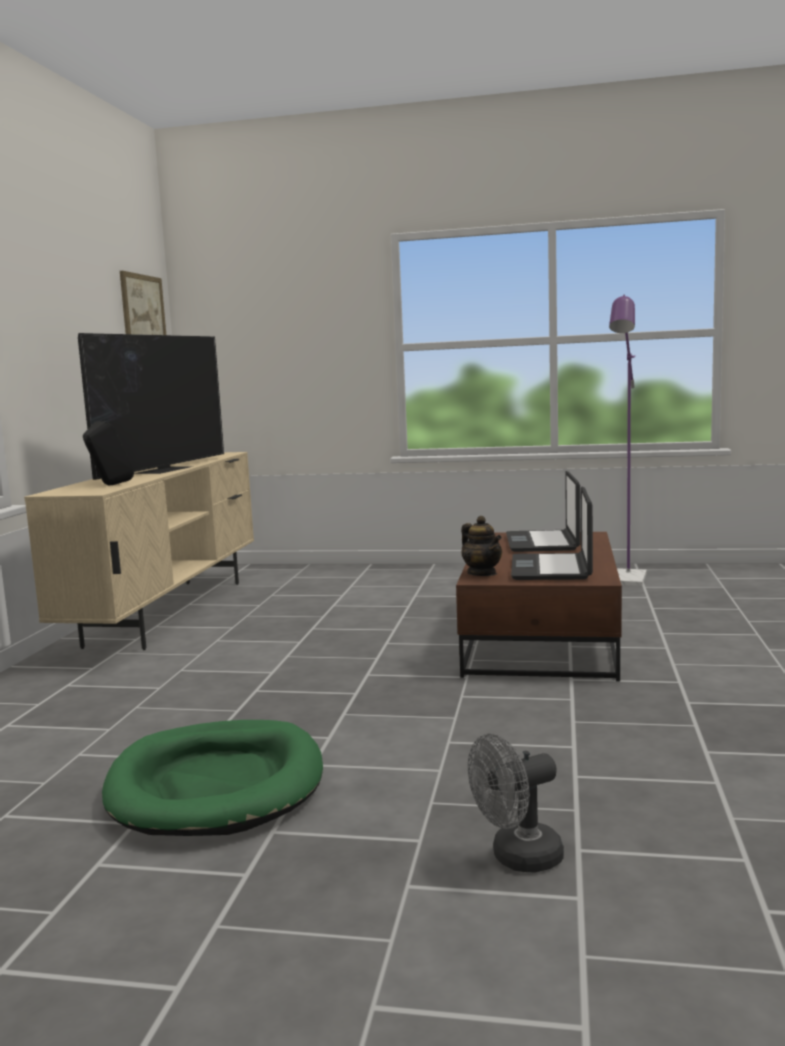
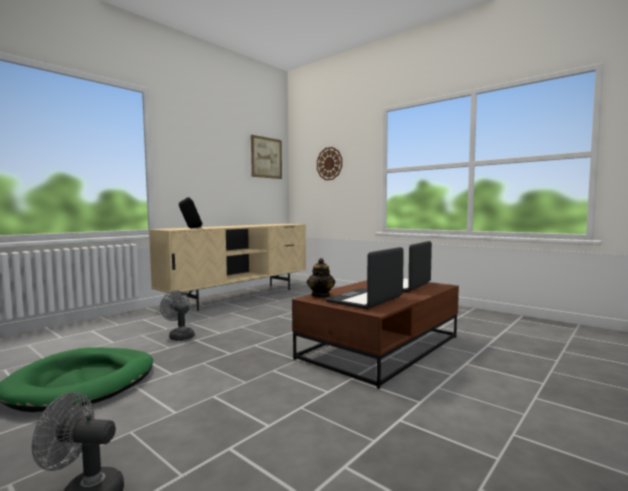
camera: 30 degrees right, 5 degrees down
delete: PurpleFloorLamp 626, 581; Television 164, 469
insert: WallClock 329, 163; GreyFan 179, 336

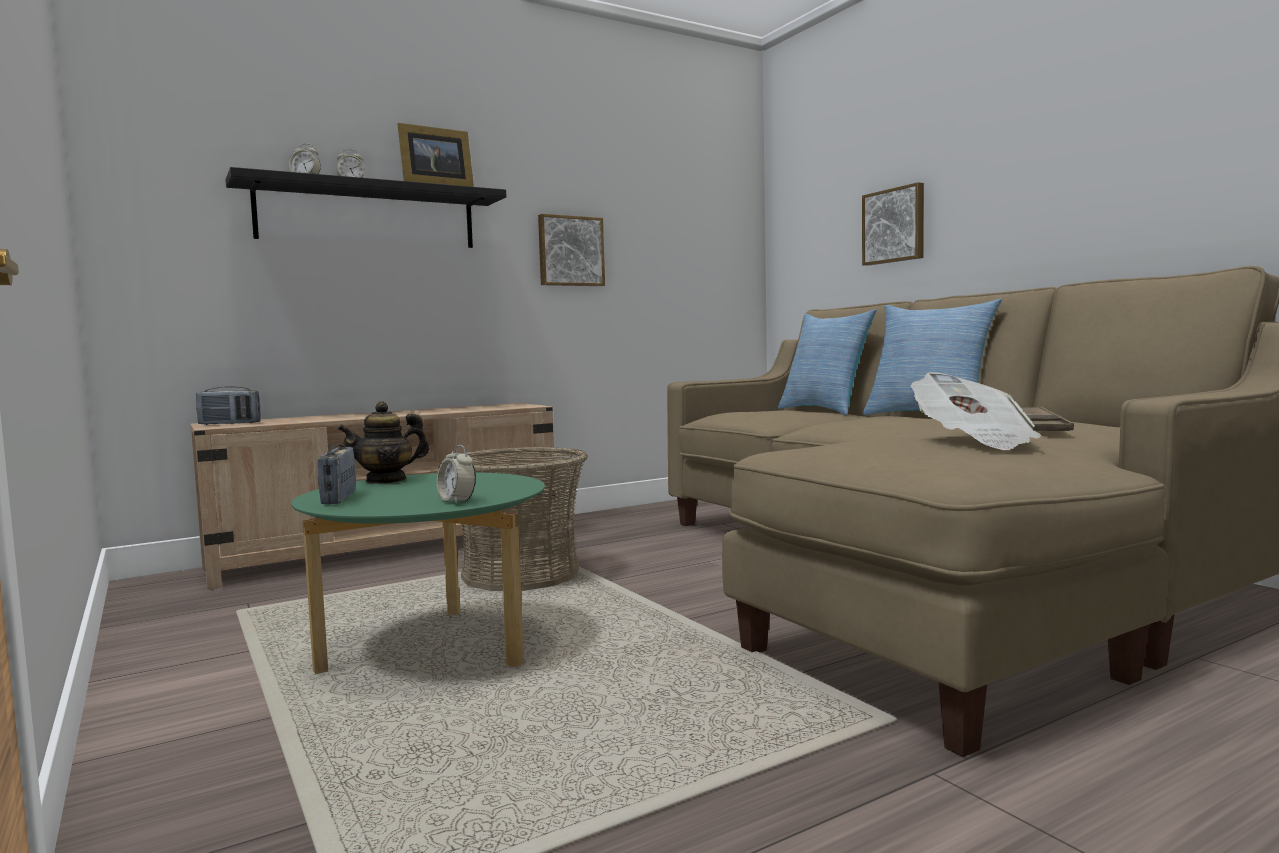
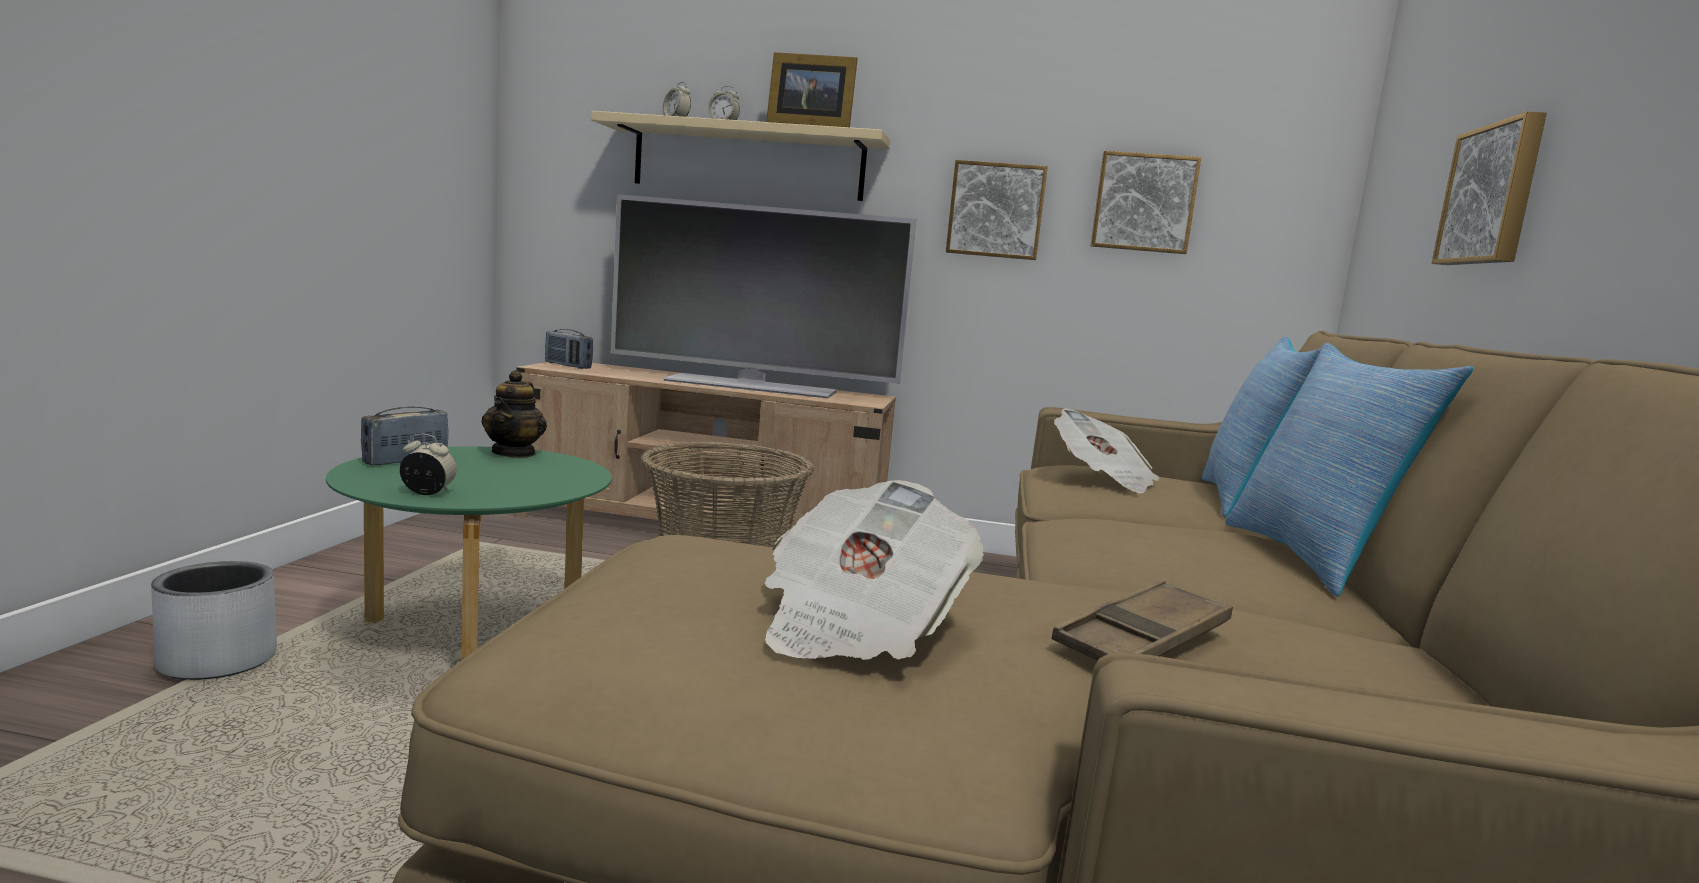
camera: 40 degrees right, 5 degrees up
insert: Picture 1143, 203; Television 751, 386; Newspaper 1103, 479; GreyPlanter 216, 661
recolor: BlackShelf 368, 216 to BeigeShelf 748, 161
rotate: Teapot 386, 480 = 514, 453 105 degrees counterclockwise; AlarmClock 457, 501 = 428, 493 90 degrees clockwise

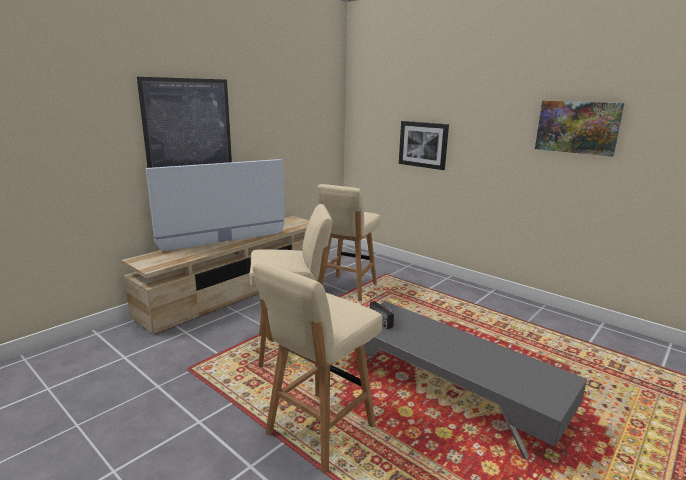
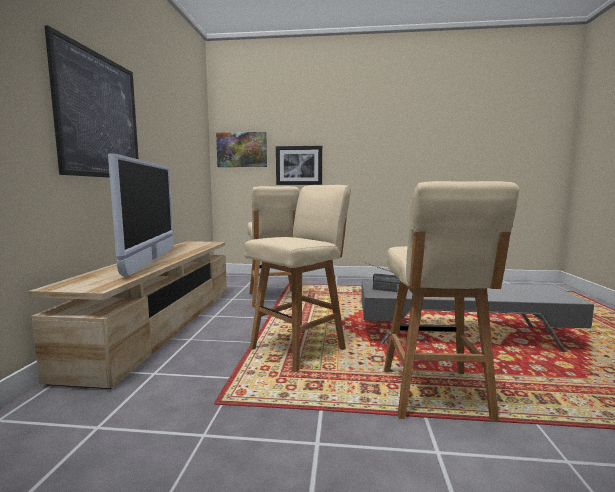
camera: 35 degrees left, 10 degrees down
move: Picture 577, 127 to 242, 150
rotate: Television 224, 241 = 151, 260 150 degrees clockwise

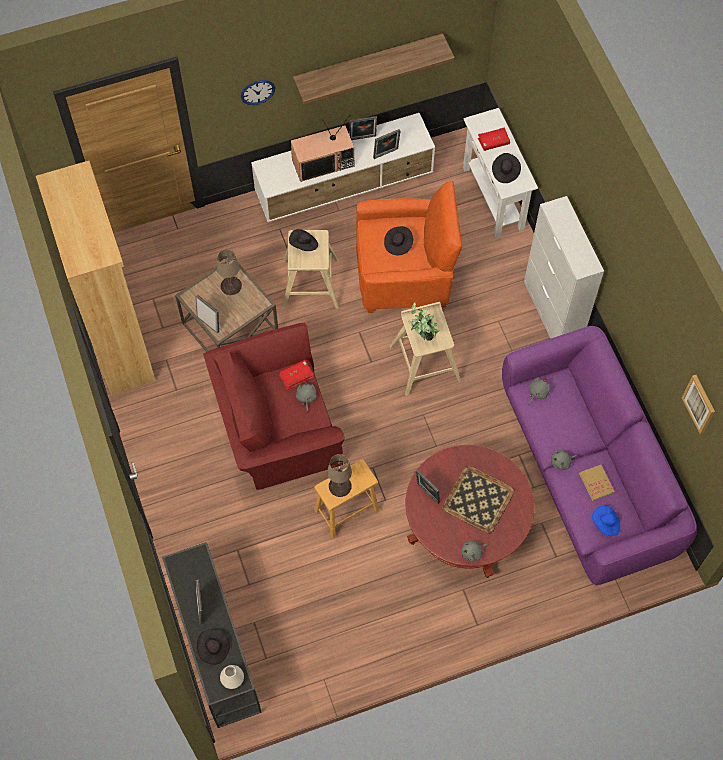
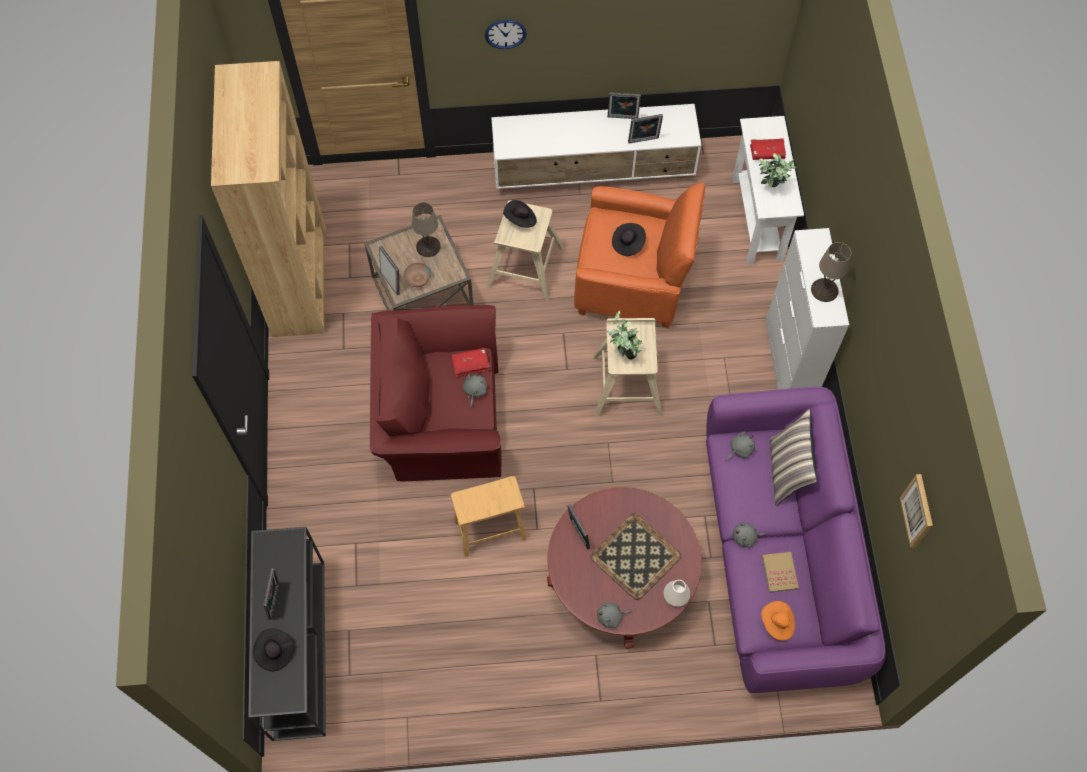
camera: 15 degrees right, 0 degrees up
delete: Shelf 368, 63; Television 323, 162
insert: BrownBowl 417, 278; Pillow 786, 471
move: BeigeTableLamp 340, 486 to 825, 290; WhiteVase 232, 679 to 675, 596
replace: BlackHat 505, 172 to PottedPlant 770, 189
recolor: BlueHat 605, 524 to OrangeHat 777, 623

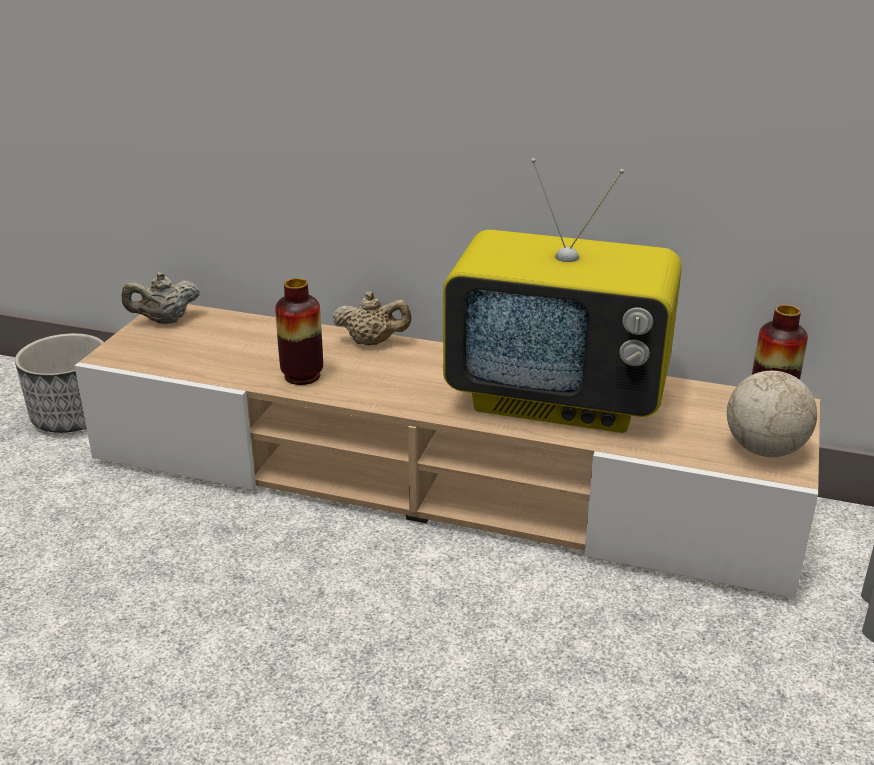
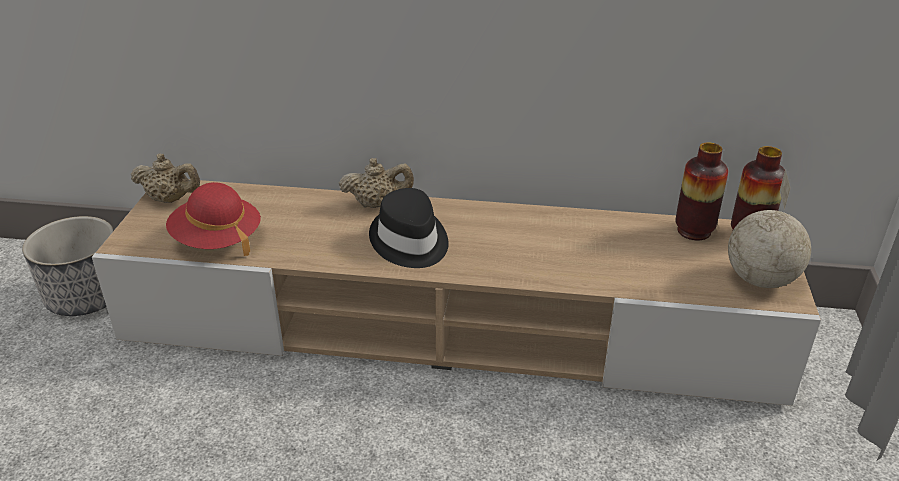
camera: 10 degrees left, 5 degrees up
delete: Television 560, 398
insert: RedHat 217, 240; BlackHat 409, 242
move: Vase 302, 376 to 694, 231
rotate: BeigeTeapot 164, 321 = 170, 199 135 degrees counterclockwise

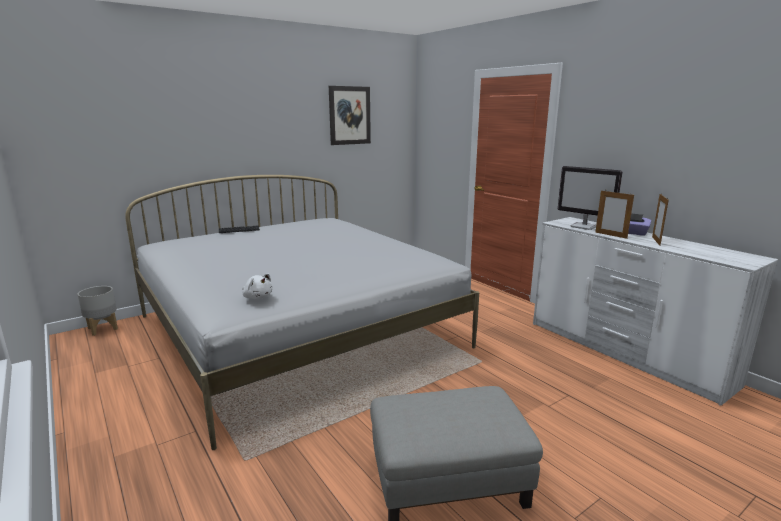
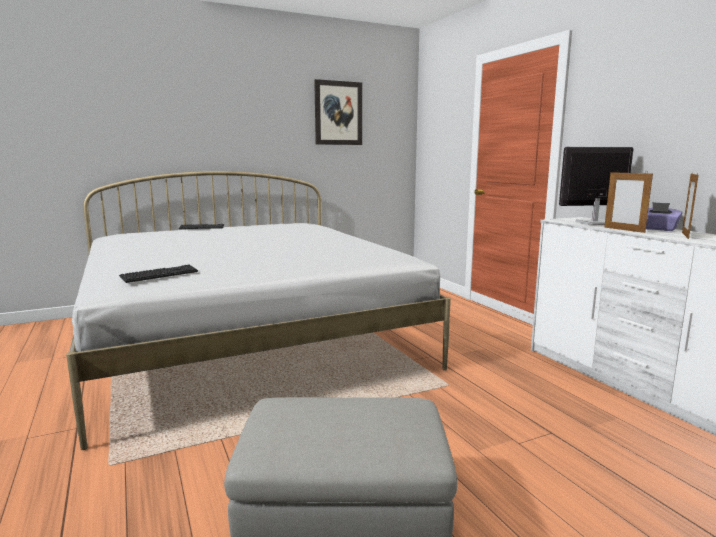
camera: 10 degrees right, 5 degrees down
delete: GreyPlanter 102, 328
replace: WhitePlushToy 257, 297 to Keyboard 159, 275
rotate: Monitor 584, 226 = 593, 223 120 degrees clockwise

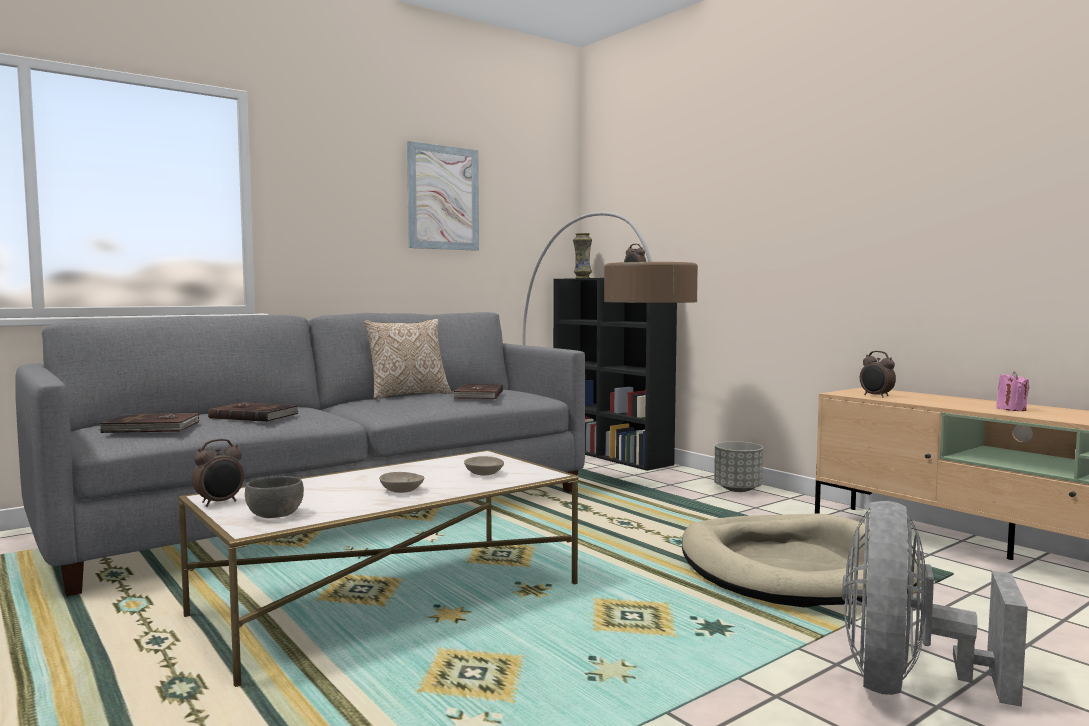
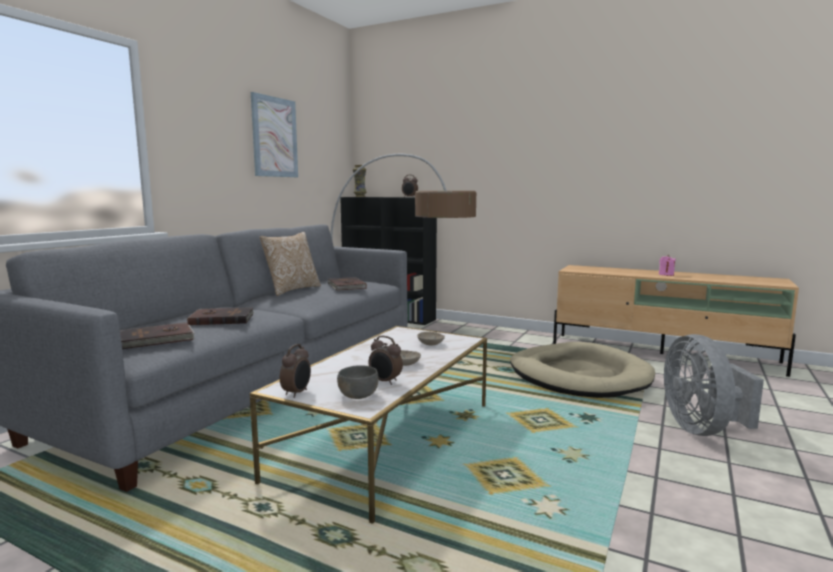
camera: 25 degrees left, 5 degrees up
delete: GreyPlanter 737, 489
move: AlarmClock 876, 396 to 385, 382

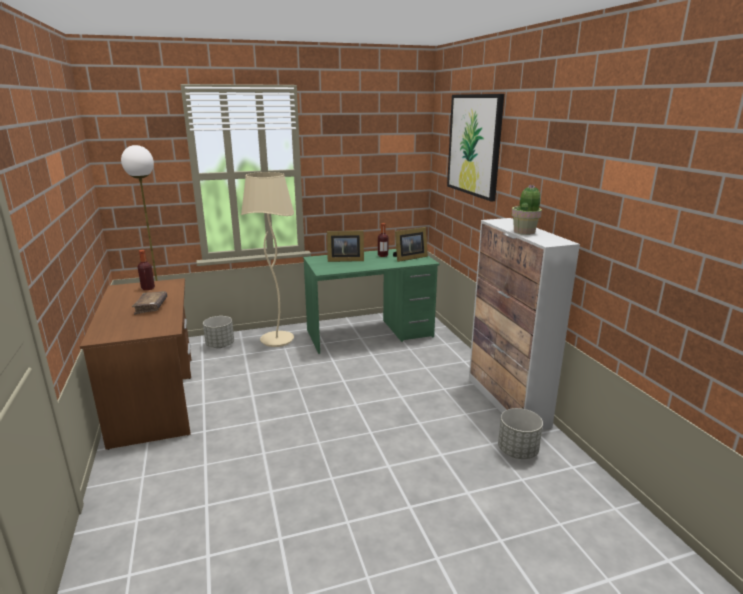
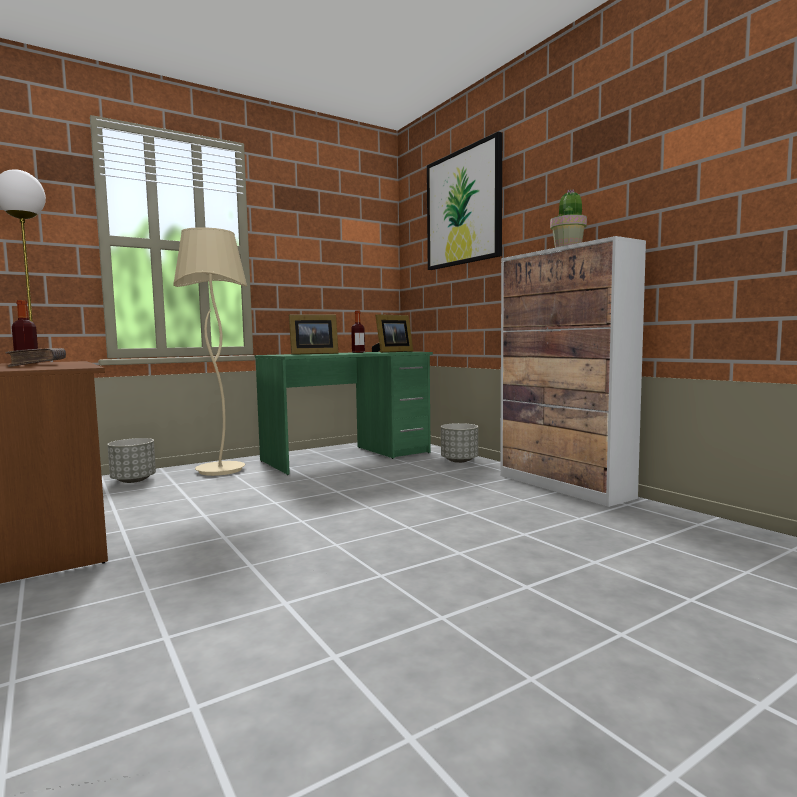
camera: 15 degrees left, 15 degrees down
move: GreyPlanter 517, 451 to 459, 460

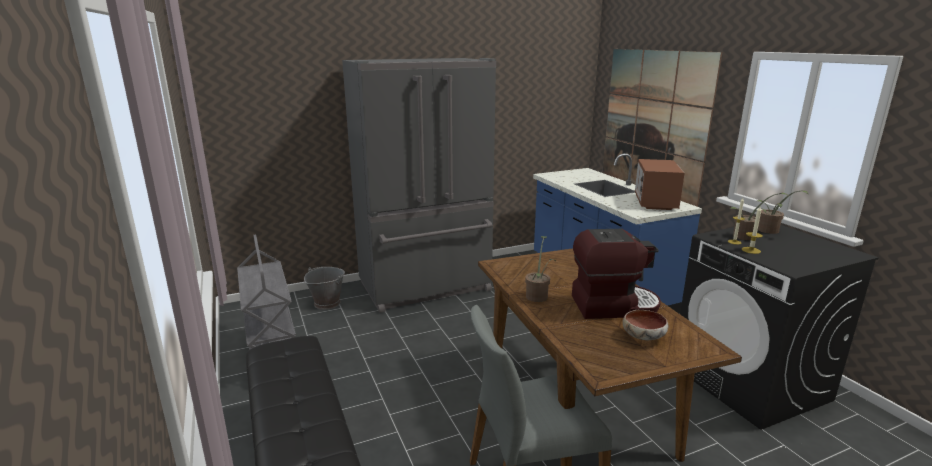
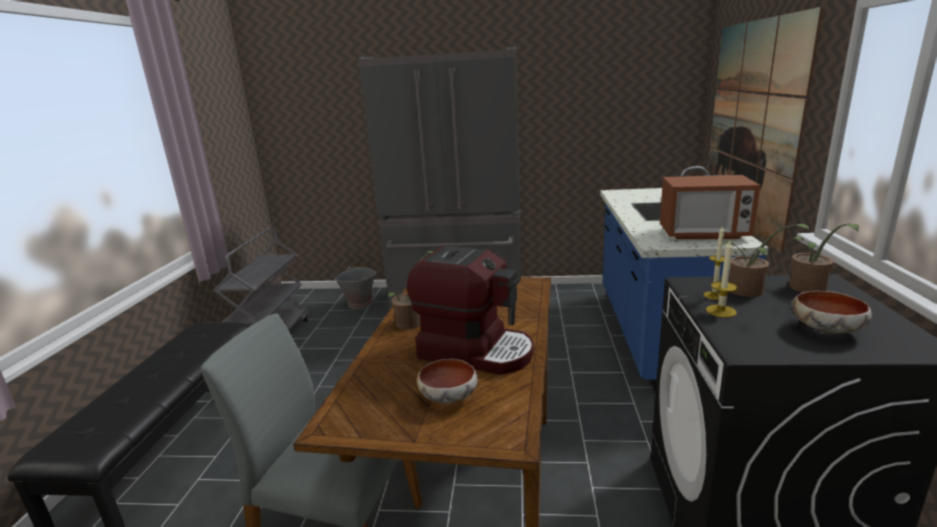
camera: 30 degrees right, 0 degrees up
insert: Bowl 827, 329
rotate: Microwave 654, 203 = 703, 234 120 degrees counterclockwise

